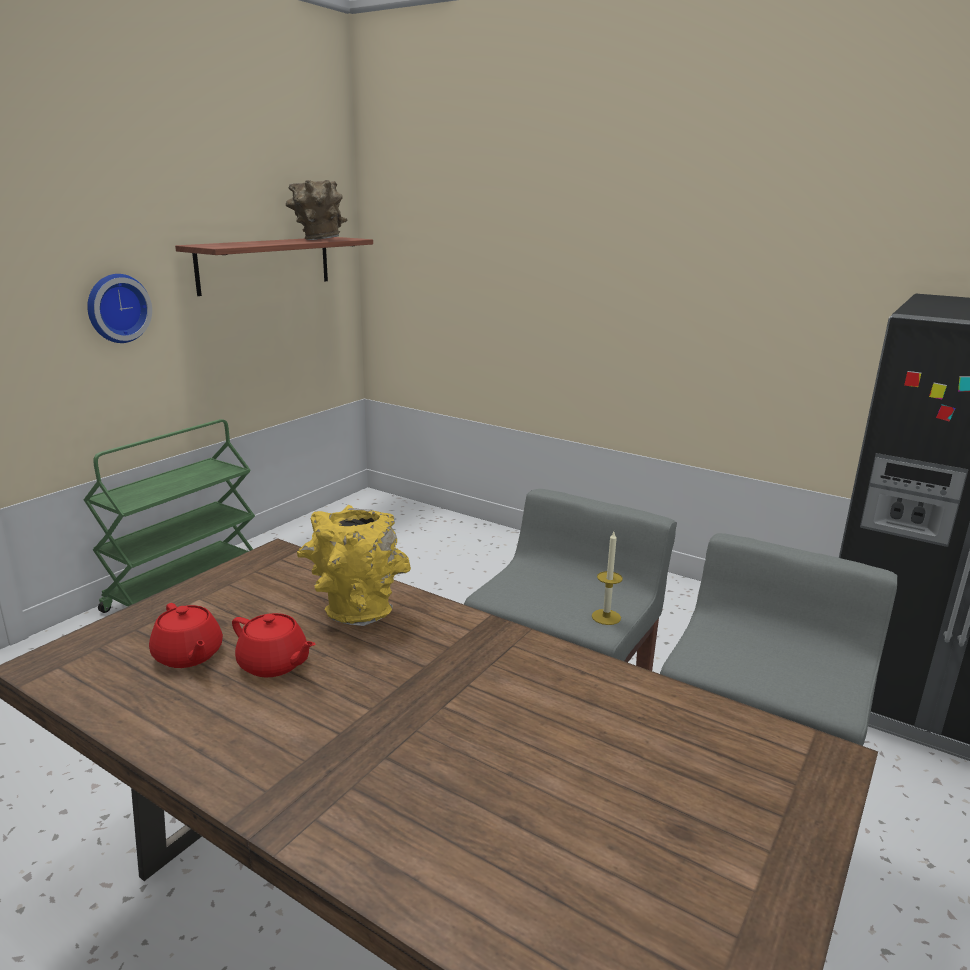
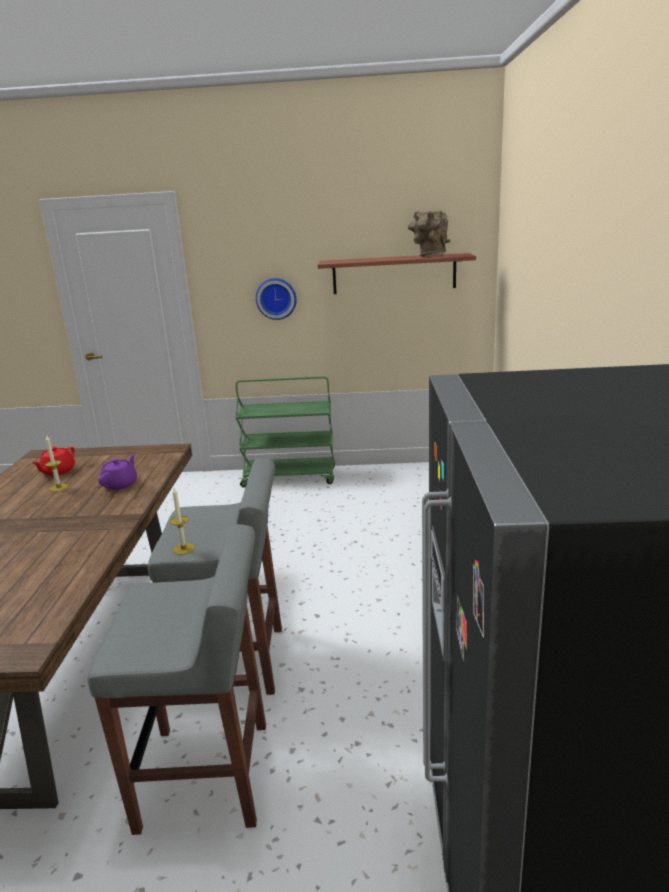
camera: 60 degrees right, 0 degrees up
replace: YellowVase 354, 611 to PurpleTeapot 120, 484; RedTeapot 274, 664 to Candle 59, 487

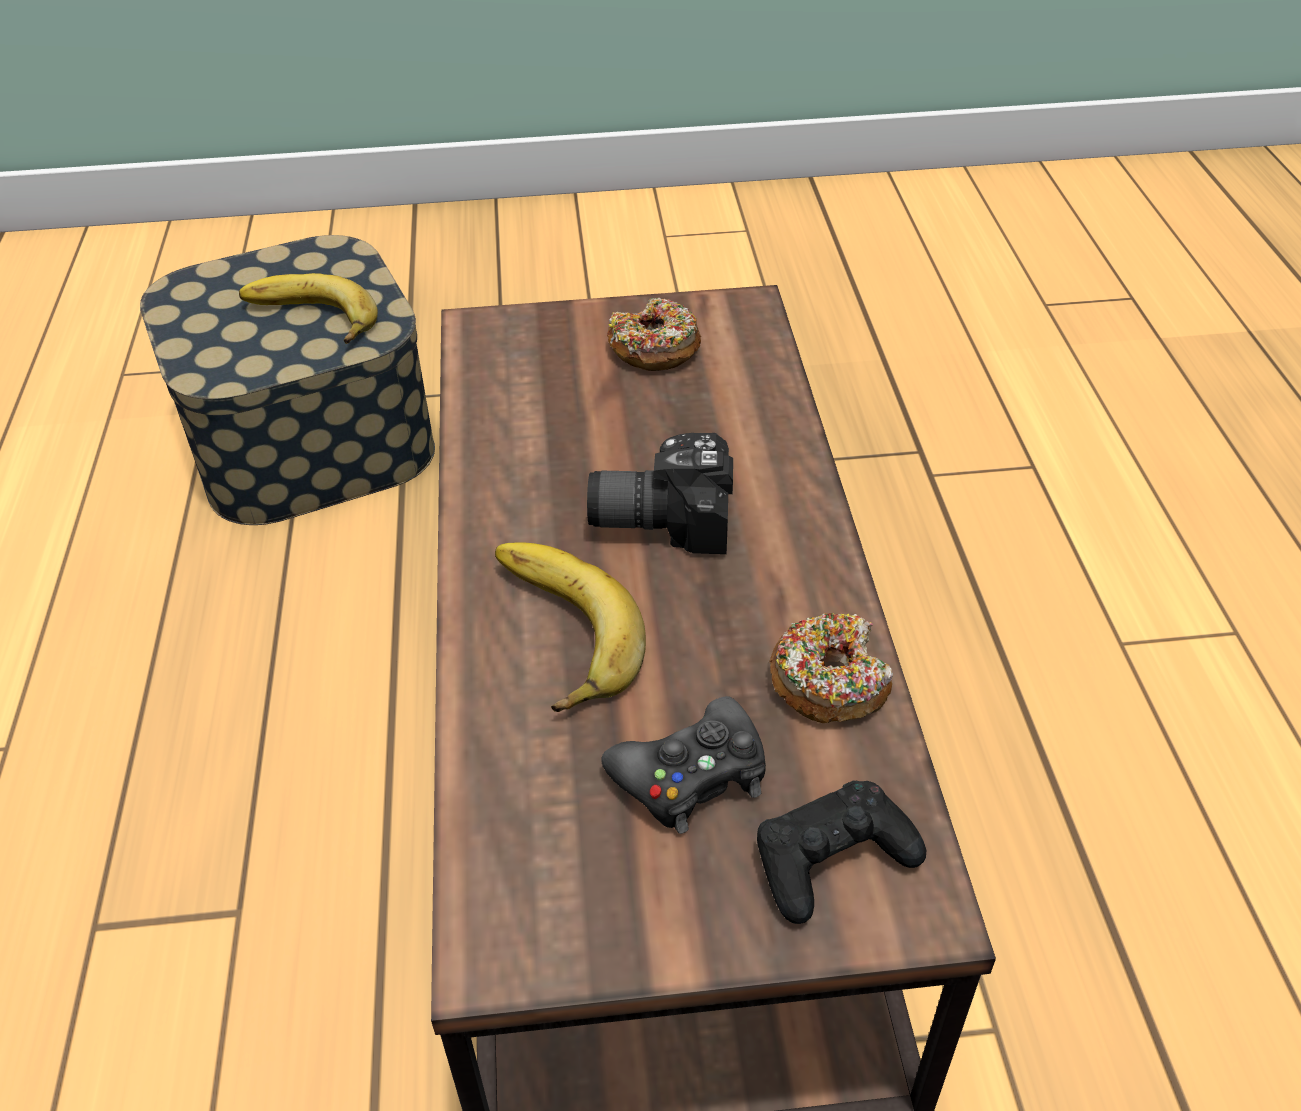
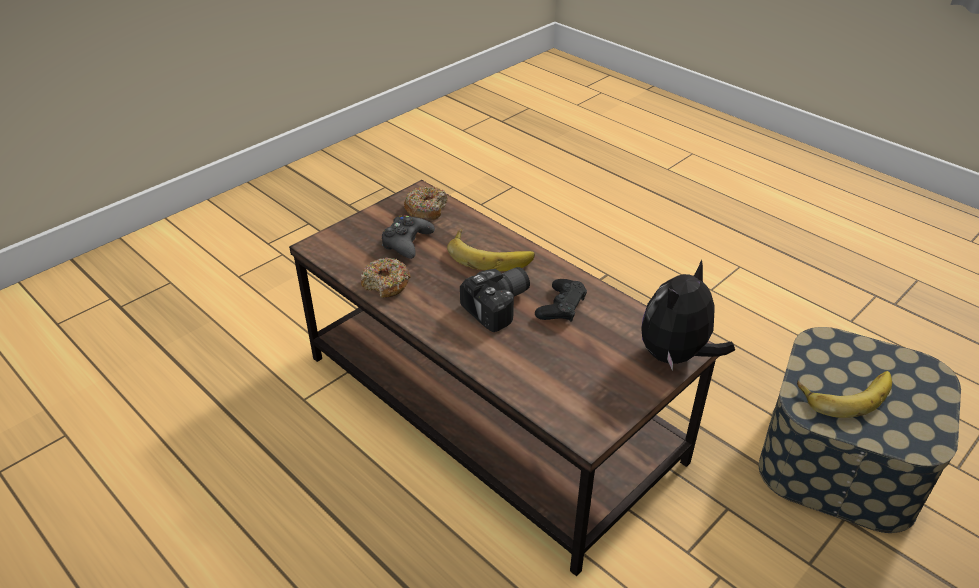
camera: 140 degrees right, 5 degrees down
insert: PlushToy 676, 356
move: Donut 654, 348 to 426, 209; BlackGameController 832, 859 to 561, 306

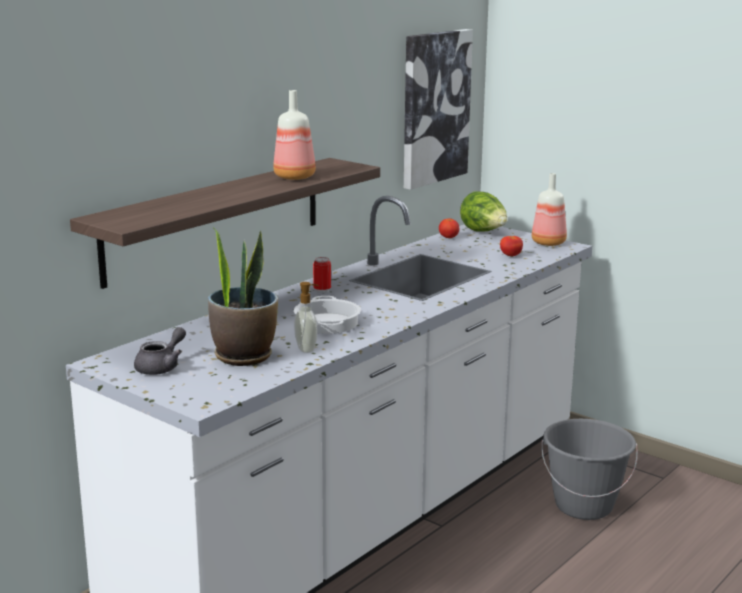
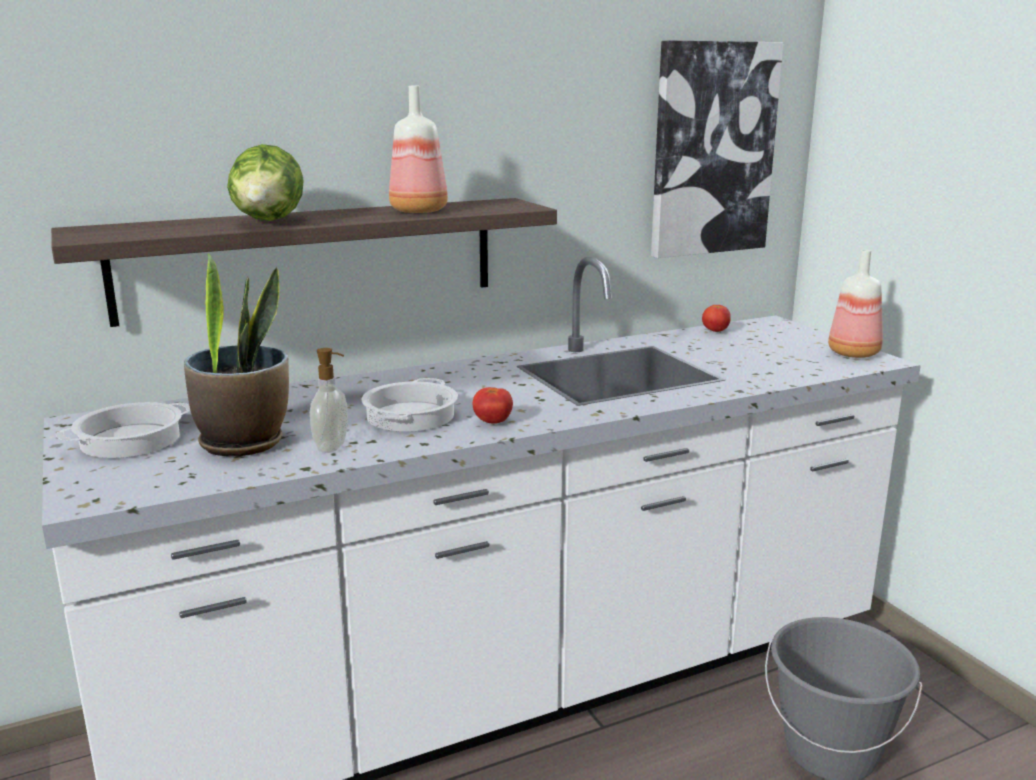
camera: 25 degrees right, 0 degrees up
delete: Can 322, 290
move: Lettuce 484, 232 to 269, 222; Tomato 510, 255 to 493, 422
replace: GreyTeapot 162, 367 to CookingPot 130, 439

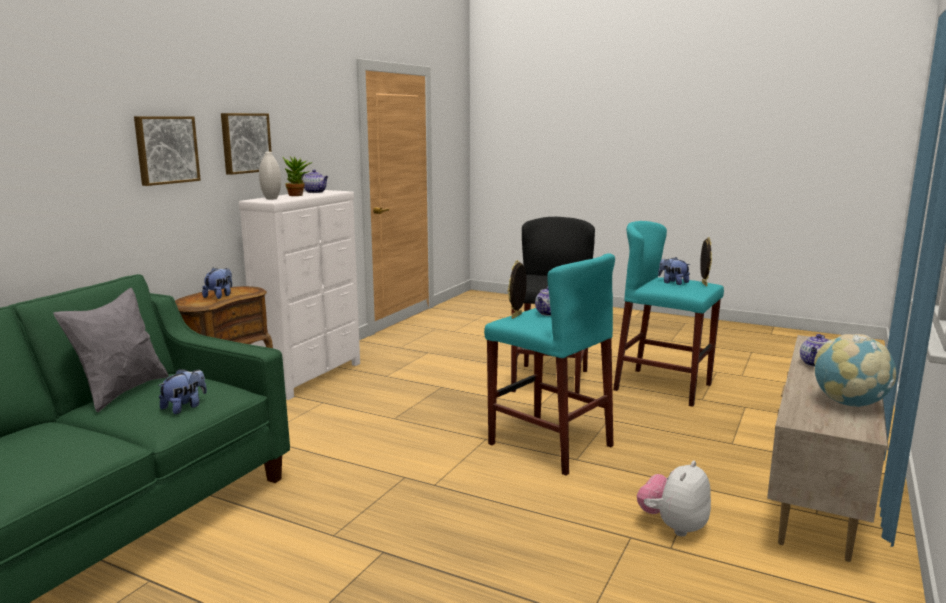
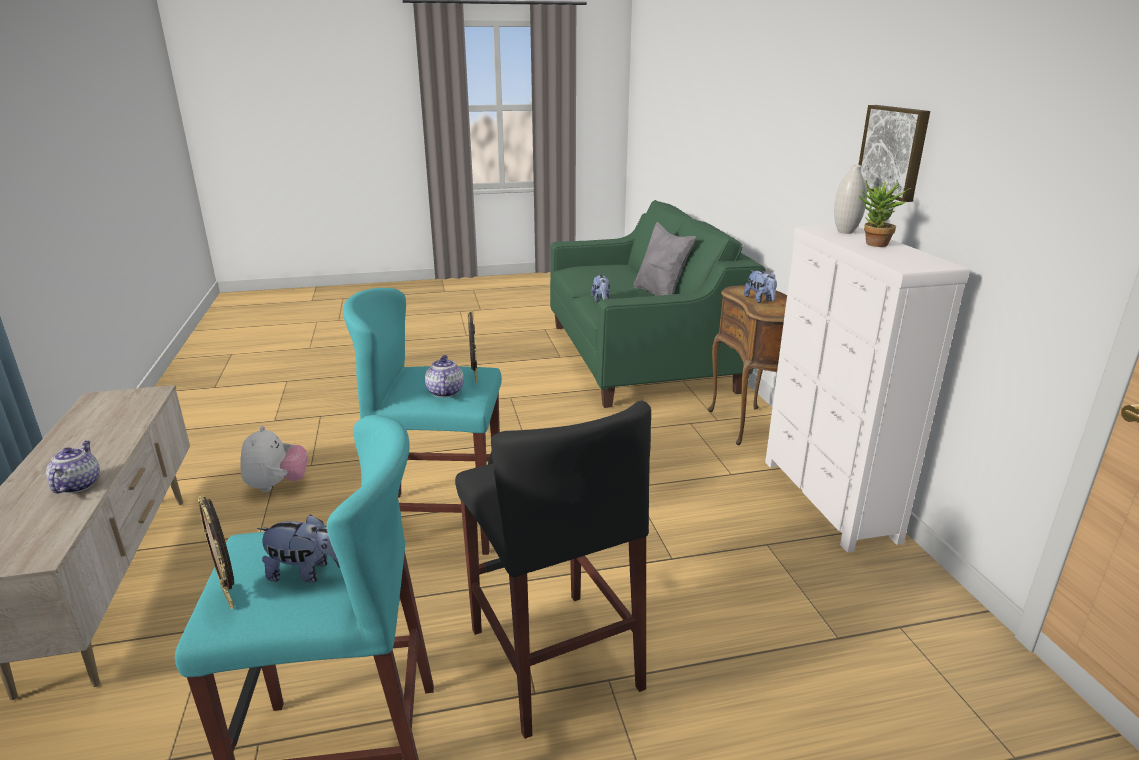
camera: 140 degrees right, 10 degrees up
delete: Picture 166, 150; Teapot 316, 192; Globe 849, 403

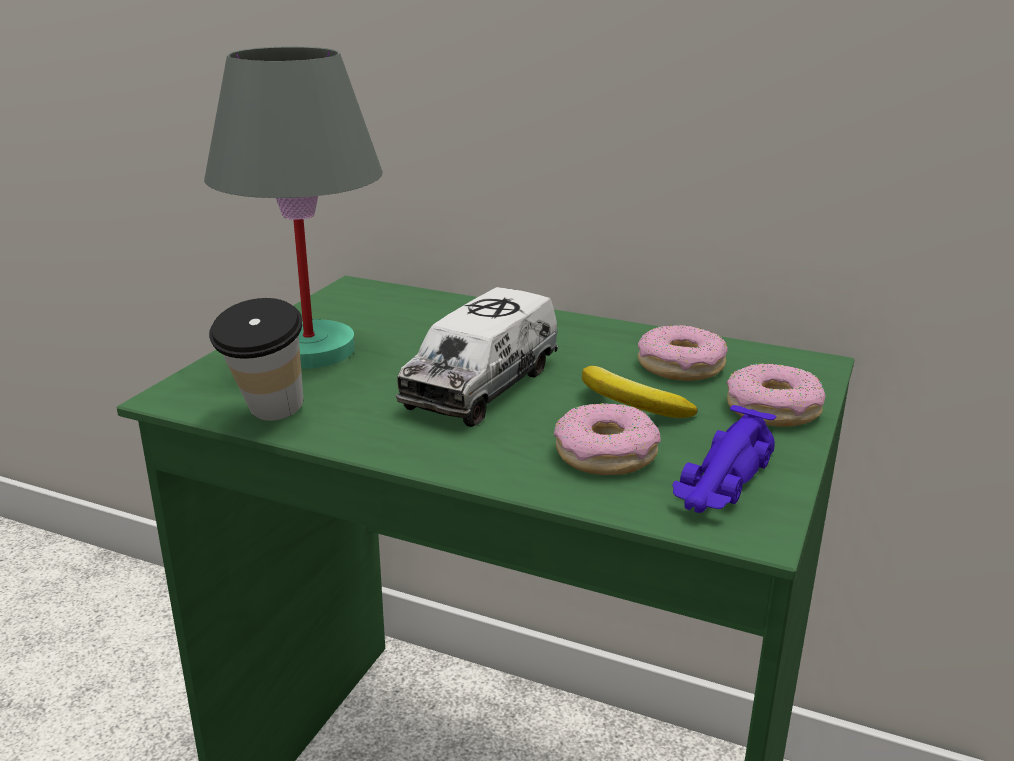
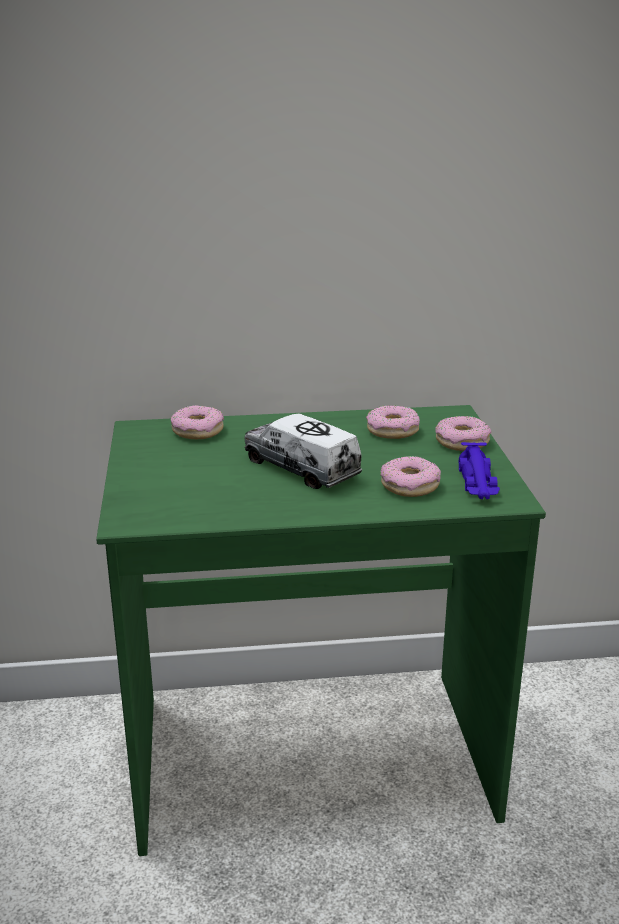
camera: 30 degrees left, 0 degrees up
delete: GreyTableLamp 309, 349; Cup 268, 417; Banana 629, 404
insert: Donut 198, 431
rotate: ToyTruck 482, 385 = 301, 468 135 degrees clockwise

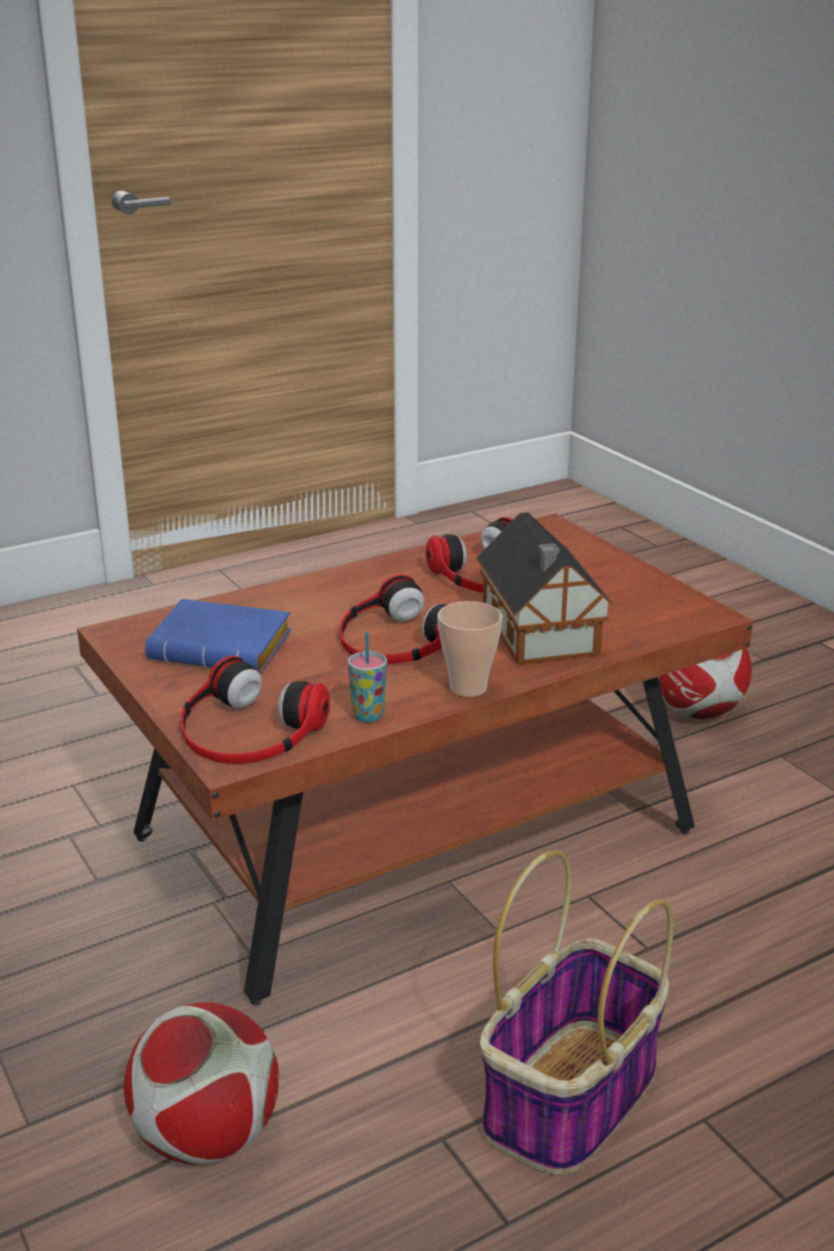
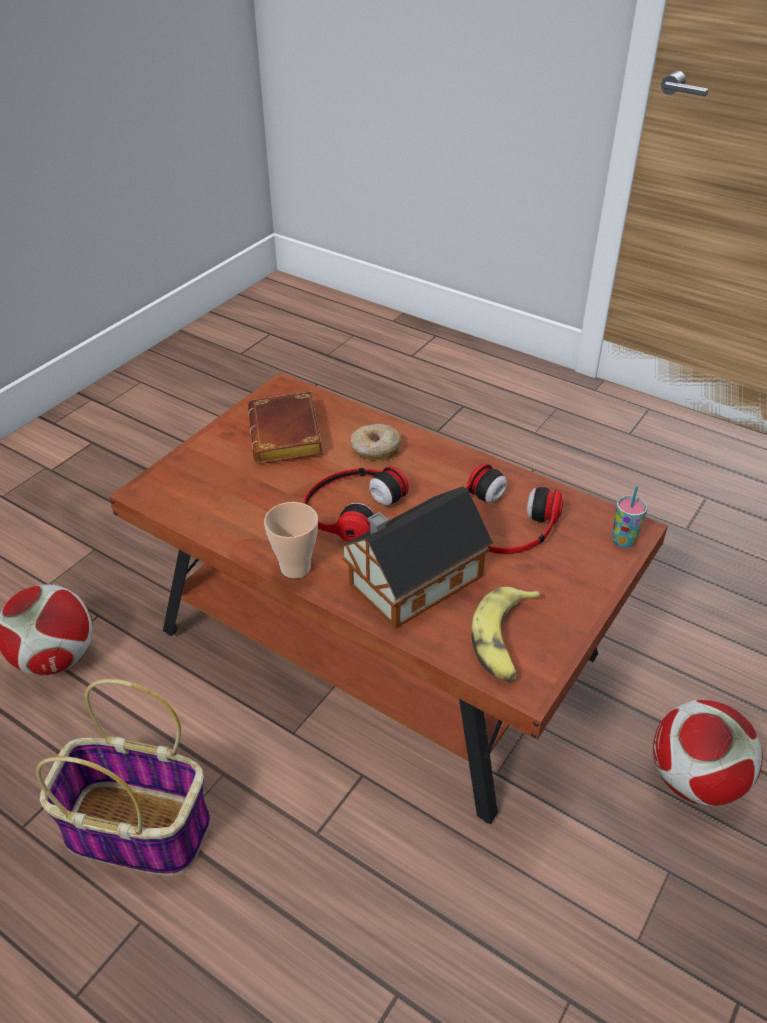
camera: 65 degrees right, 15 degrees up
delete: Headphones 248, 730
insert: Donut 375, 449; Banana 504, 641
move: Cup 368, 715 to 623, 540
recolor: BlueBook 225, 647 to BrownBook 288, 437

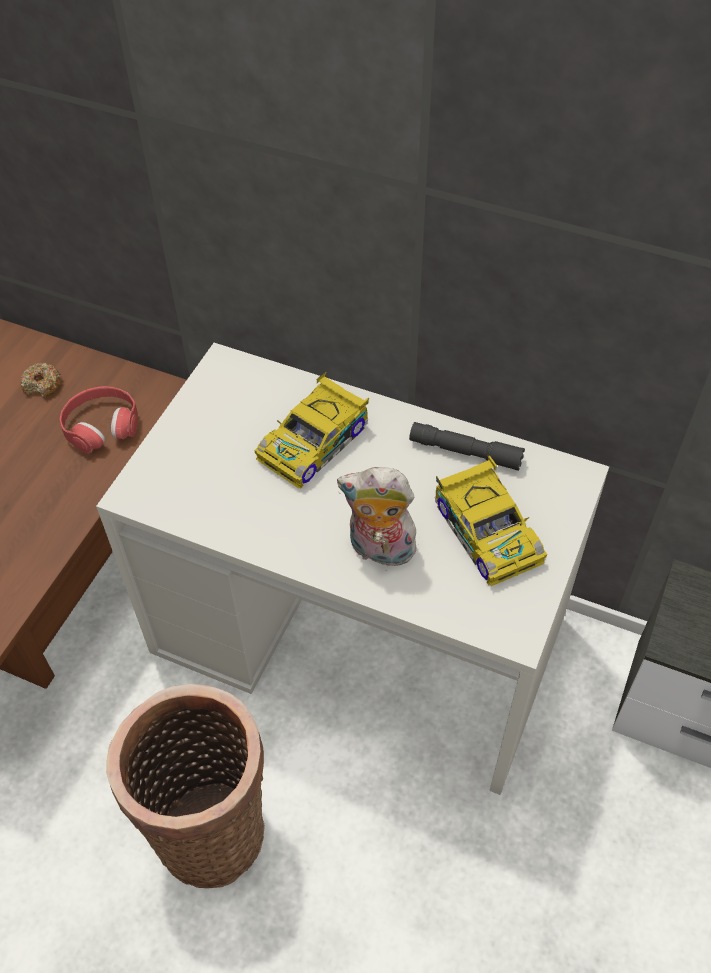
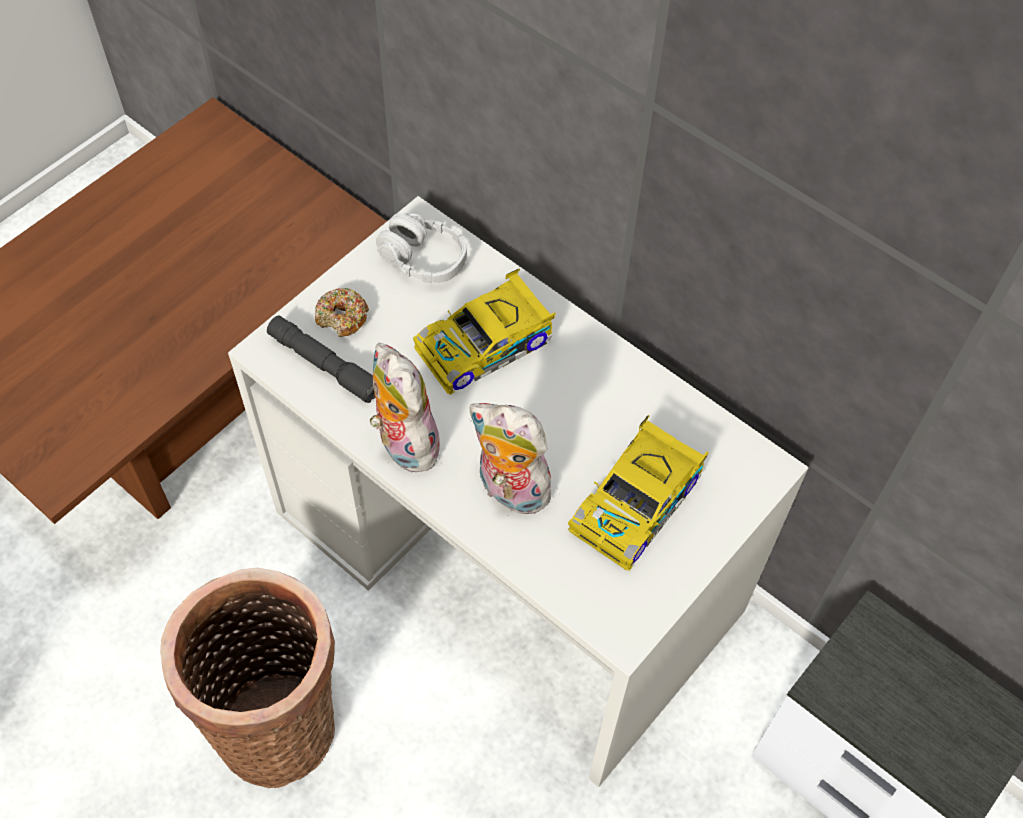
camera: 15 degrees right, 5 degrees up
delete: RedHeadphones 101, 426
insert: GreyHeadphones 423, 259; PlushToy 403, 443
move: Donut 42, 385 to 342, 318; GreyFlashlight 465, 452 to 324, 365
rotate: ToyCar 487, 530 = 637, 502 45 degrees clockwise

